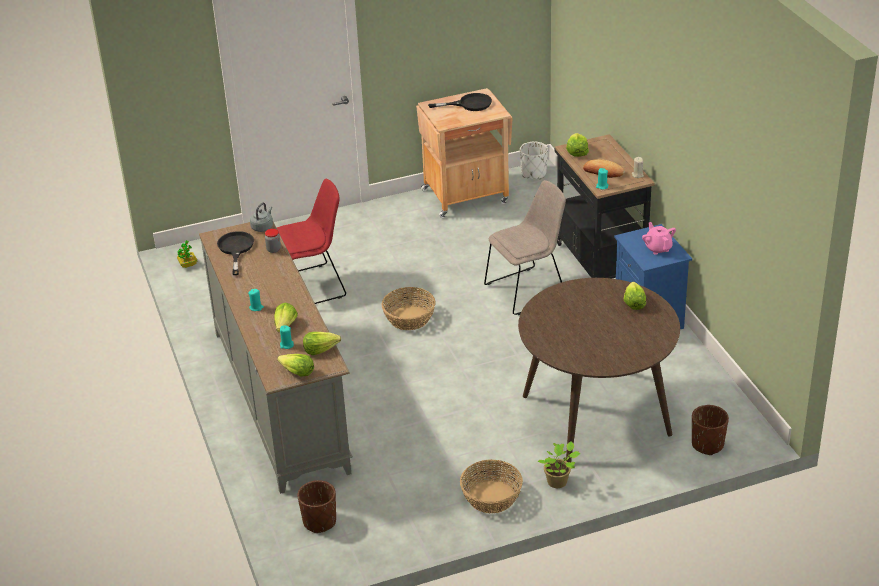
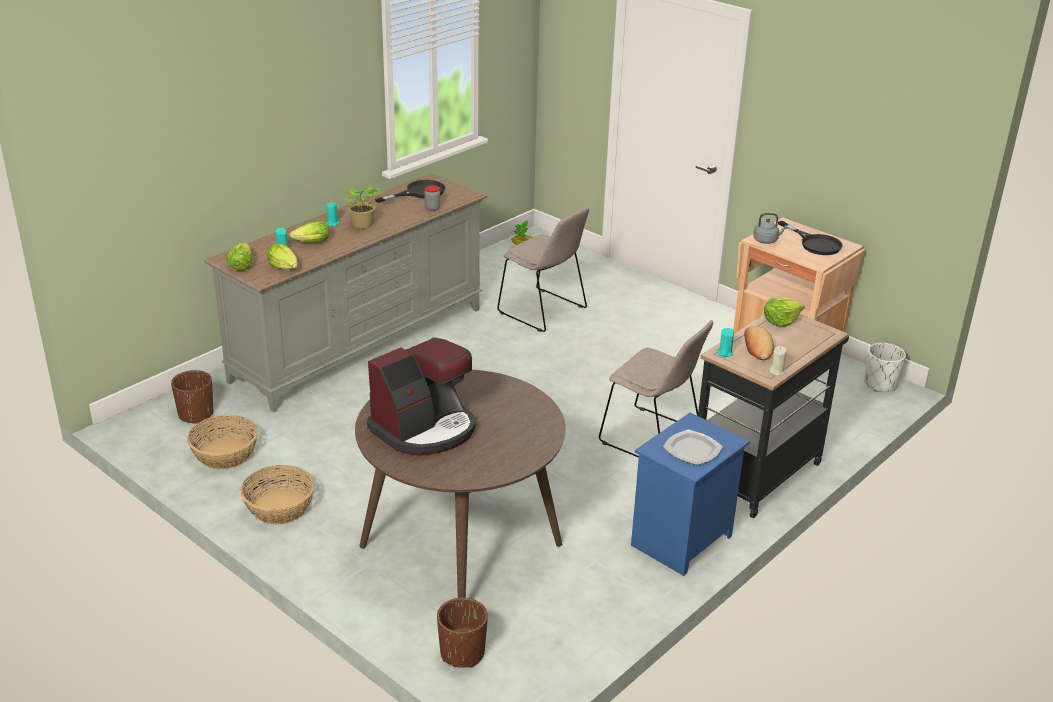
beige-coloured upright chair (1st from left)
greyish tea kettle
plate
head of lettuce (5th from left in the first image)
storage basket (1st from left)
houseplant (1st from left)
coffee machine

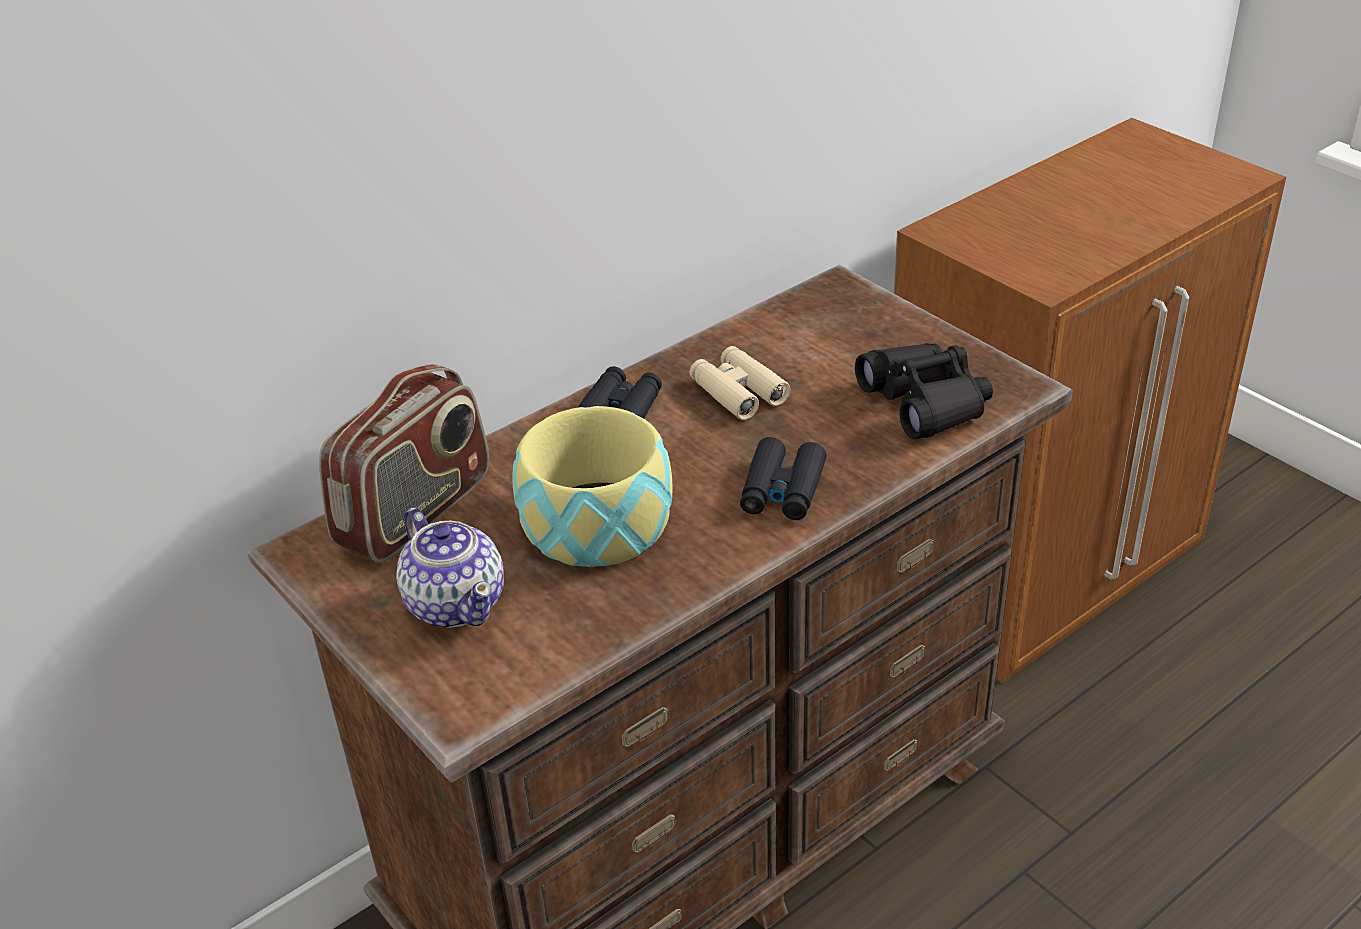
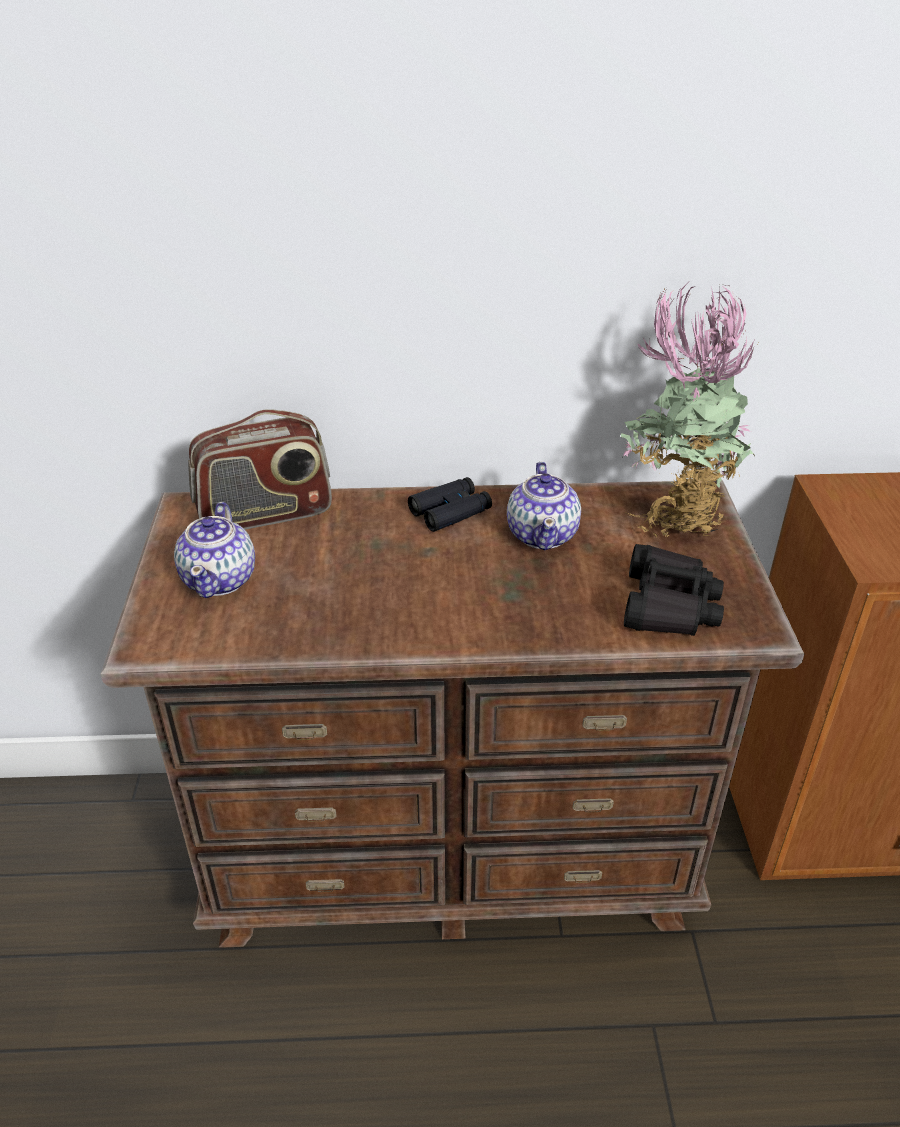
tea pot (2nd from left)
serving bowl
blackish binoculars (2nd from left in the first image)
houseplant

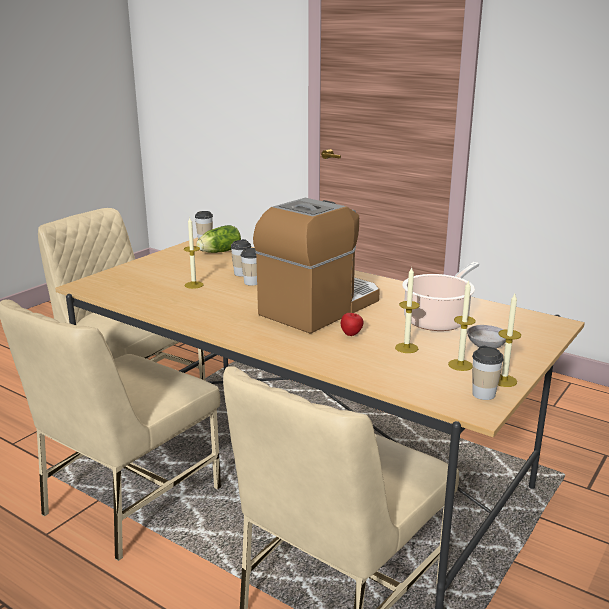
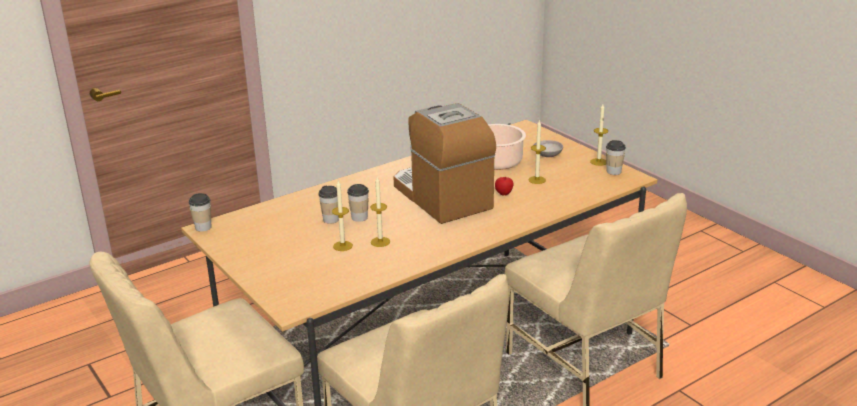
head of lettuce
candle (2nd from left)

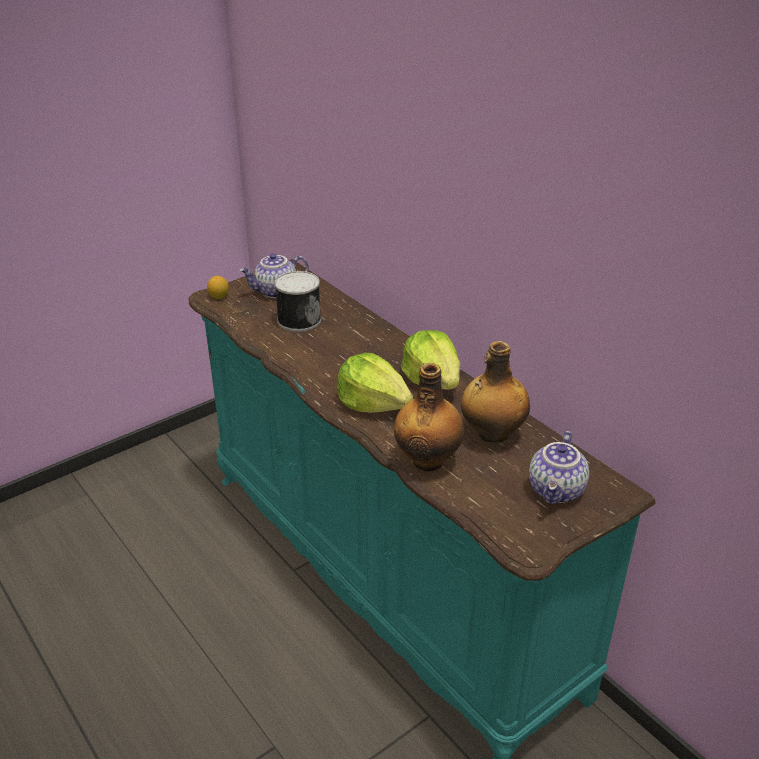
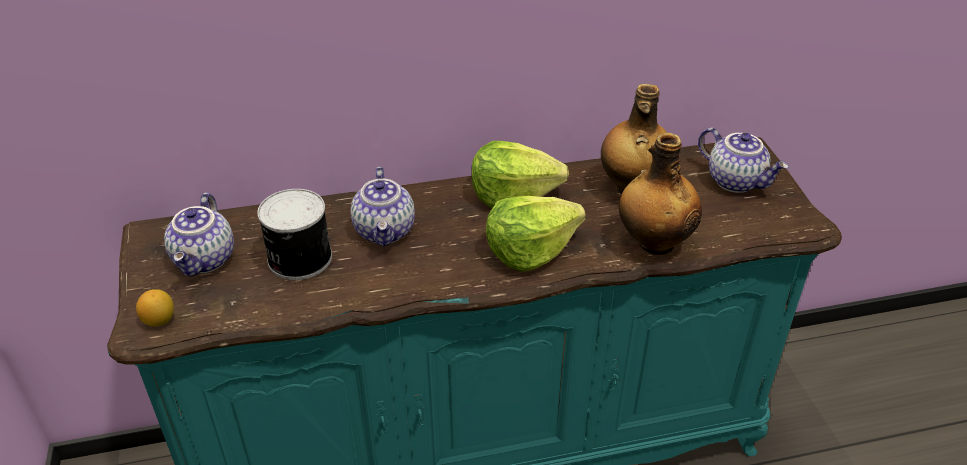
tea pot (2nd from left)

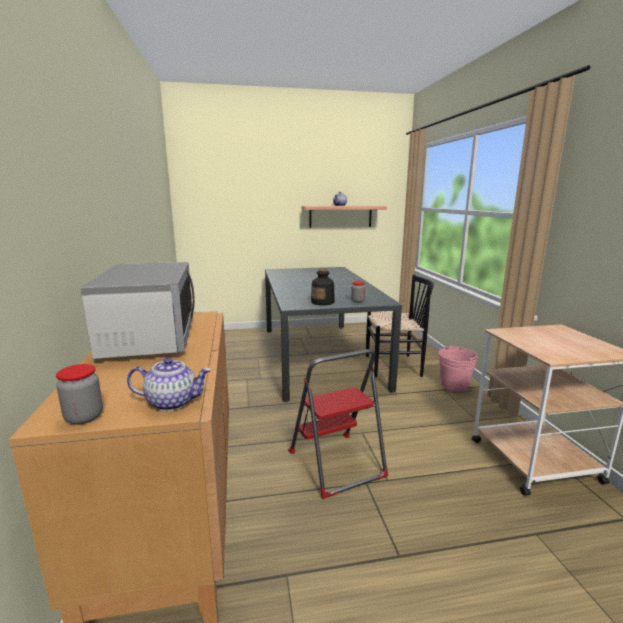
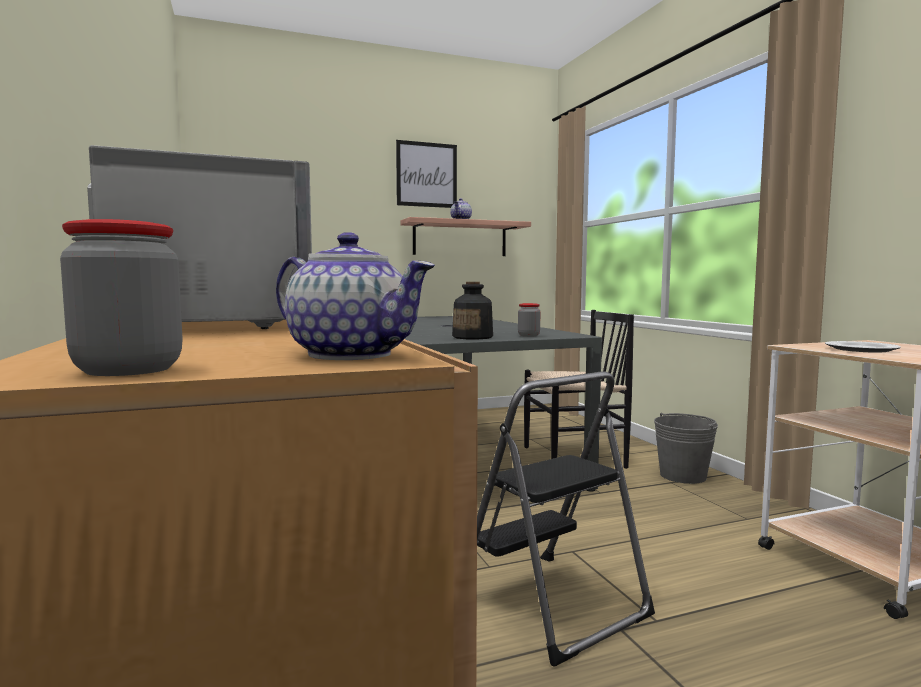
greyish pail
blackish step stool
tea pot (1st from left)
wall art
plate

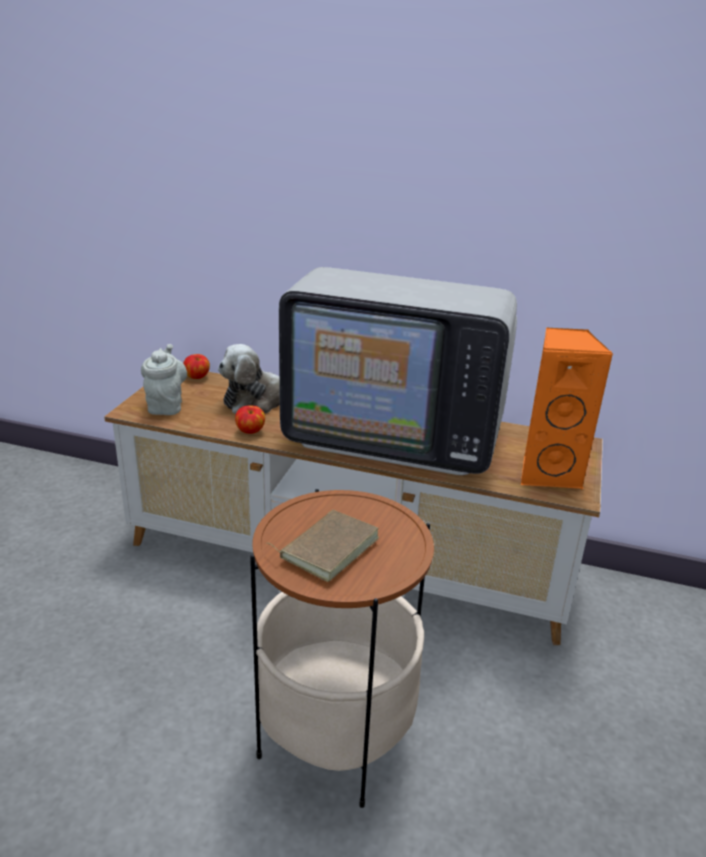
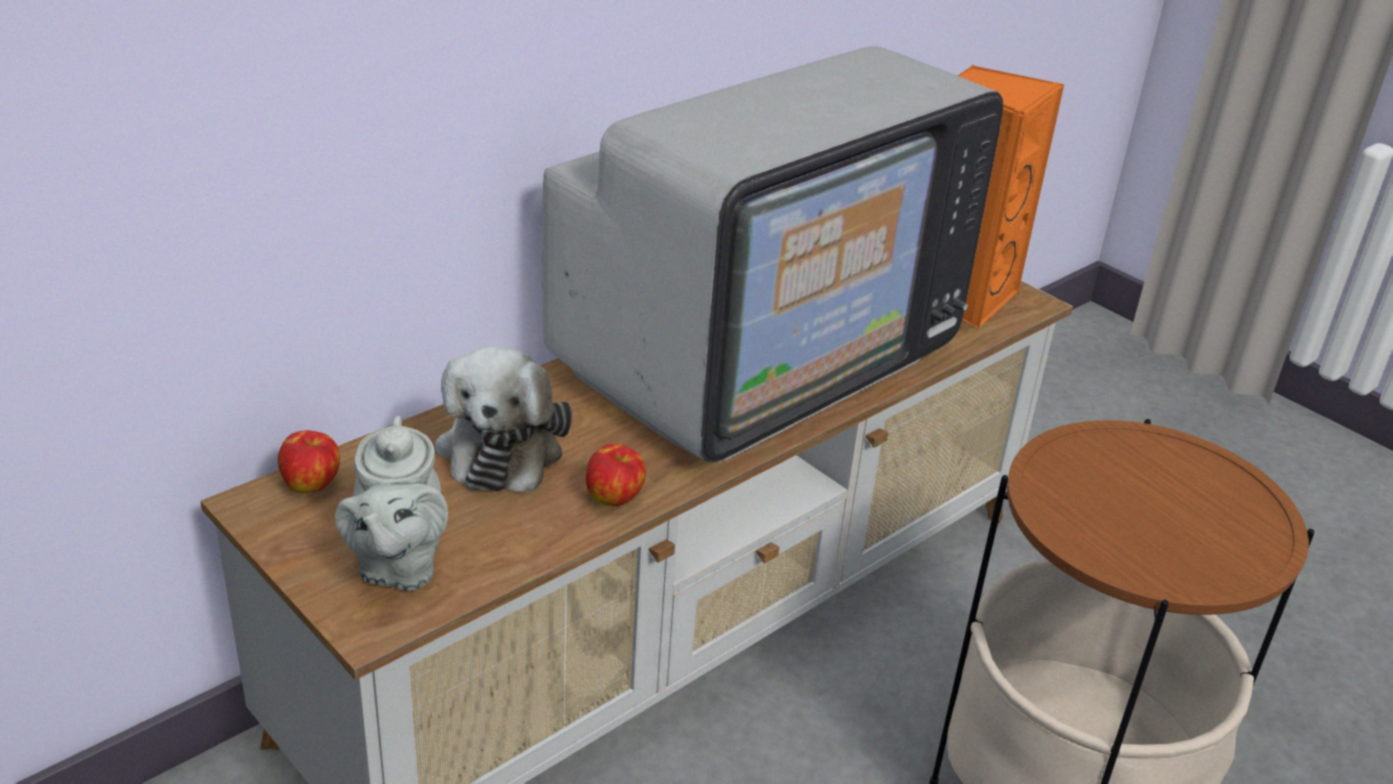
greyish tea pot
brown-coloured volume

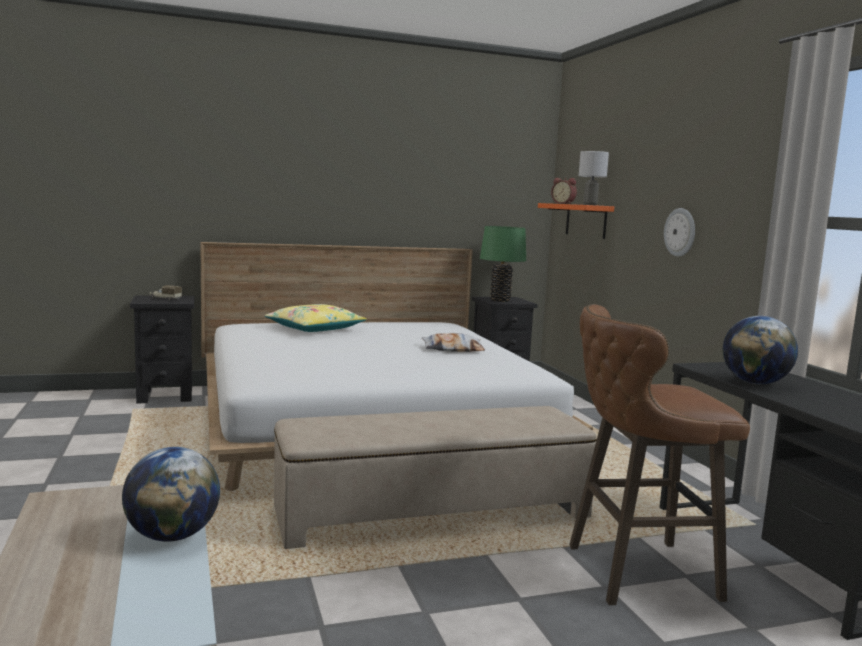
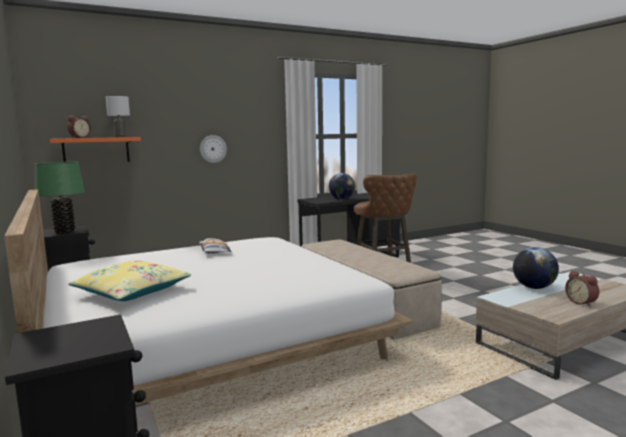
toy lorry
table clock (2nd from left)

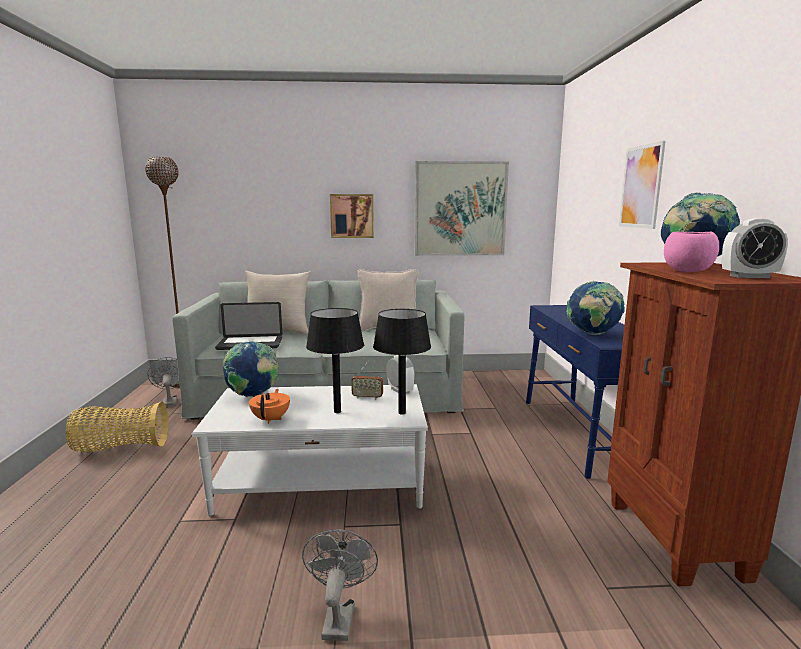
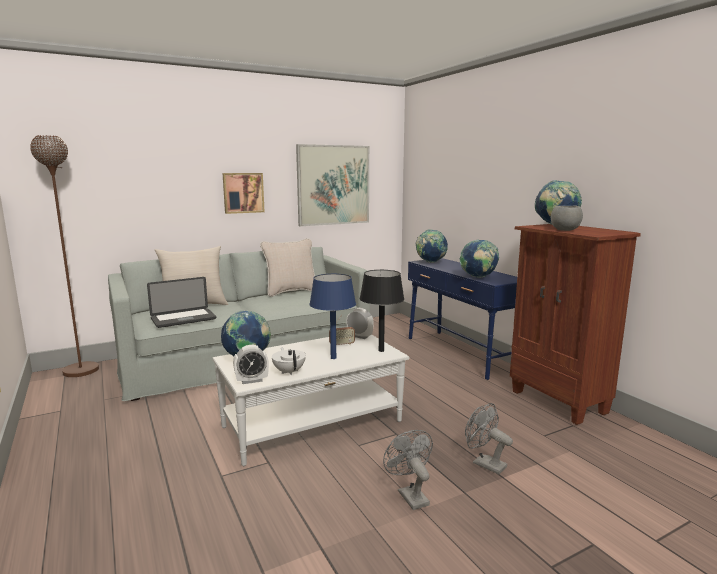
wall art (3rd from left in the first image)
table clock (1st from left)
greyish serving bowl
bluish table lamp
greyish fan (2nd from left)
white-coloured tea pot
storage basket
world globe (2nd from left)

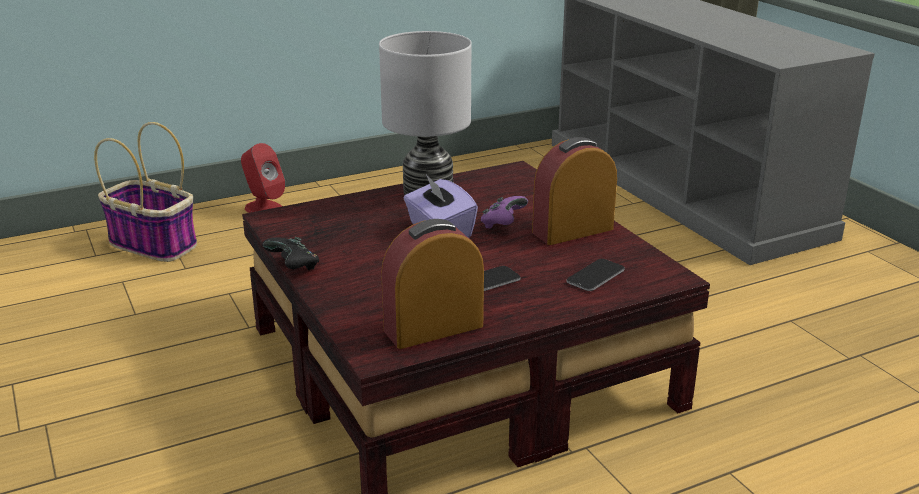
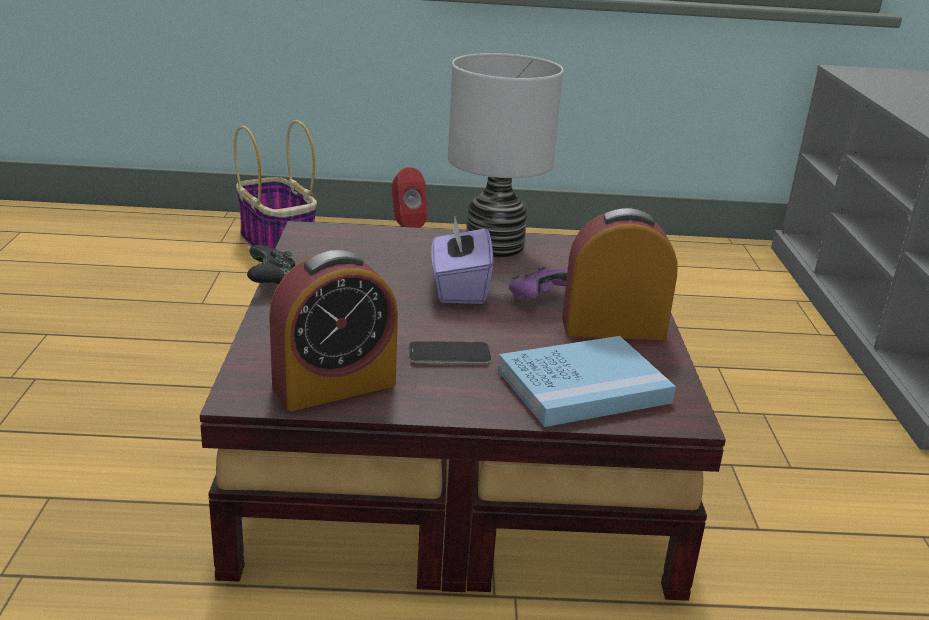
table clock (1st from left)
bluish volume

